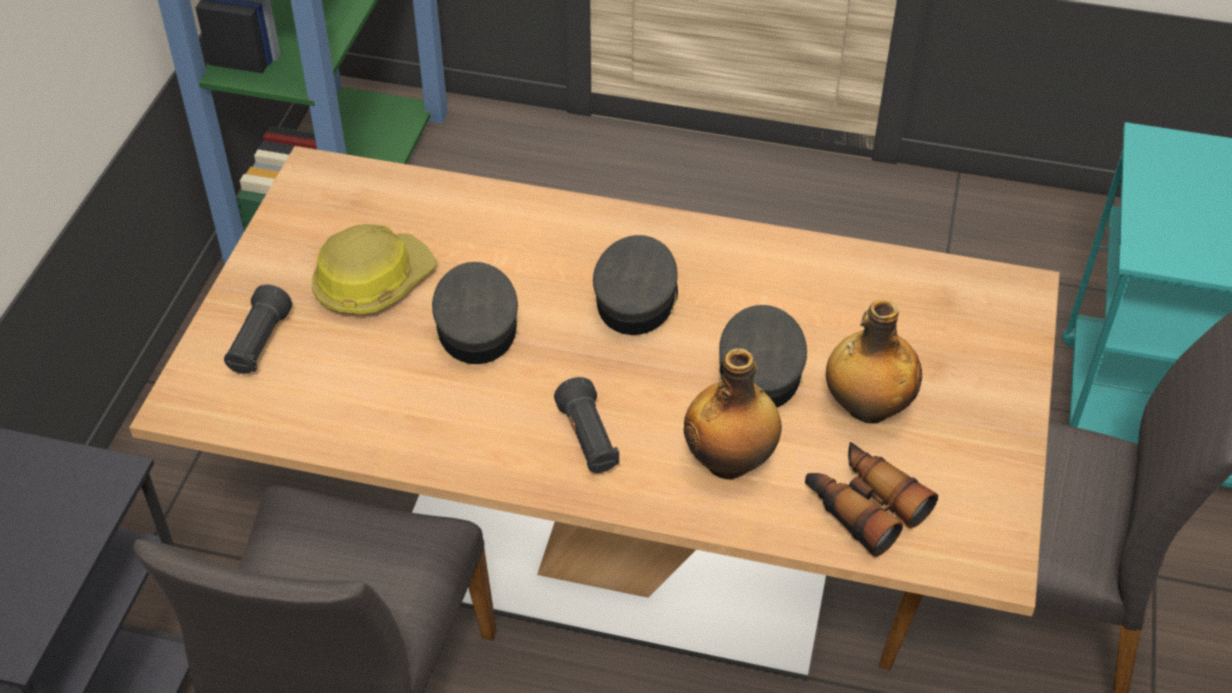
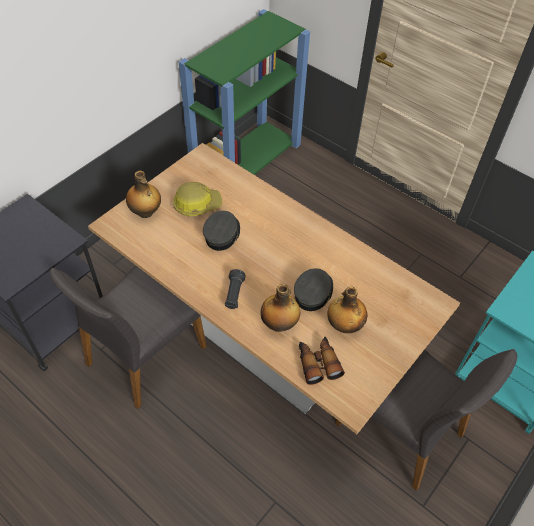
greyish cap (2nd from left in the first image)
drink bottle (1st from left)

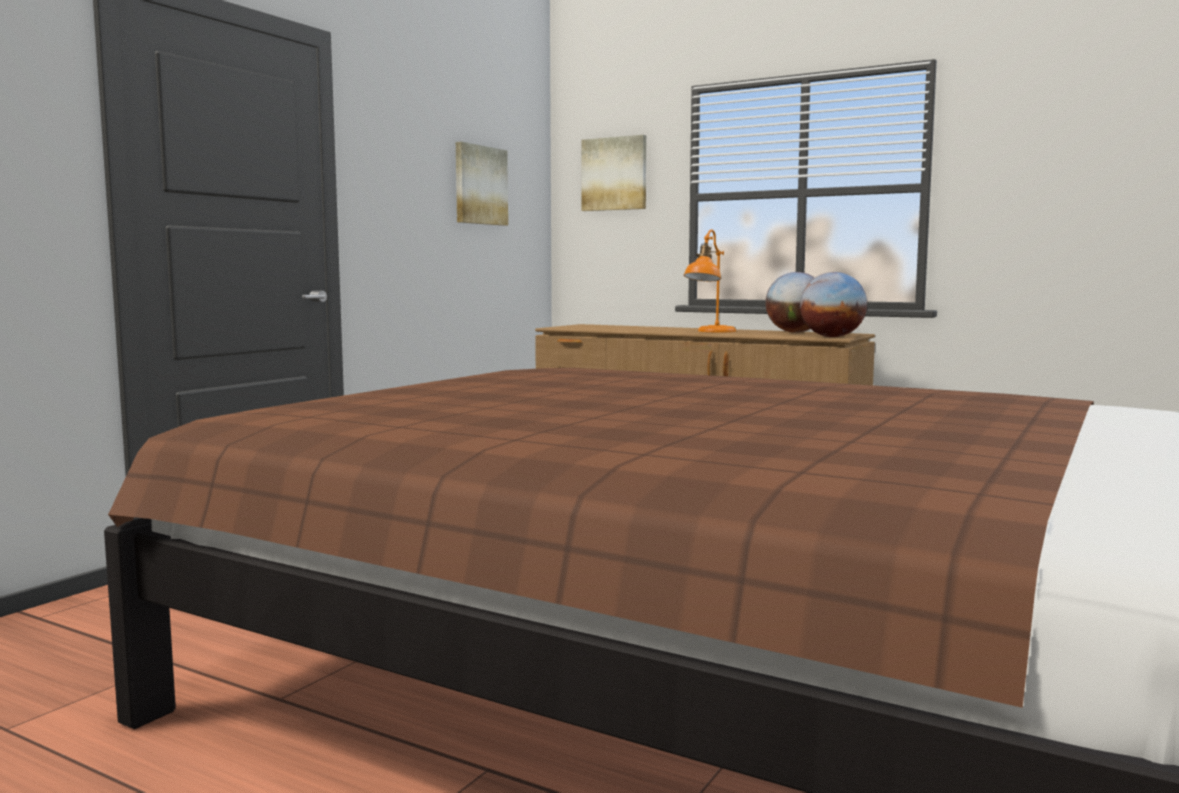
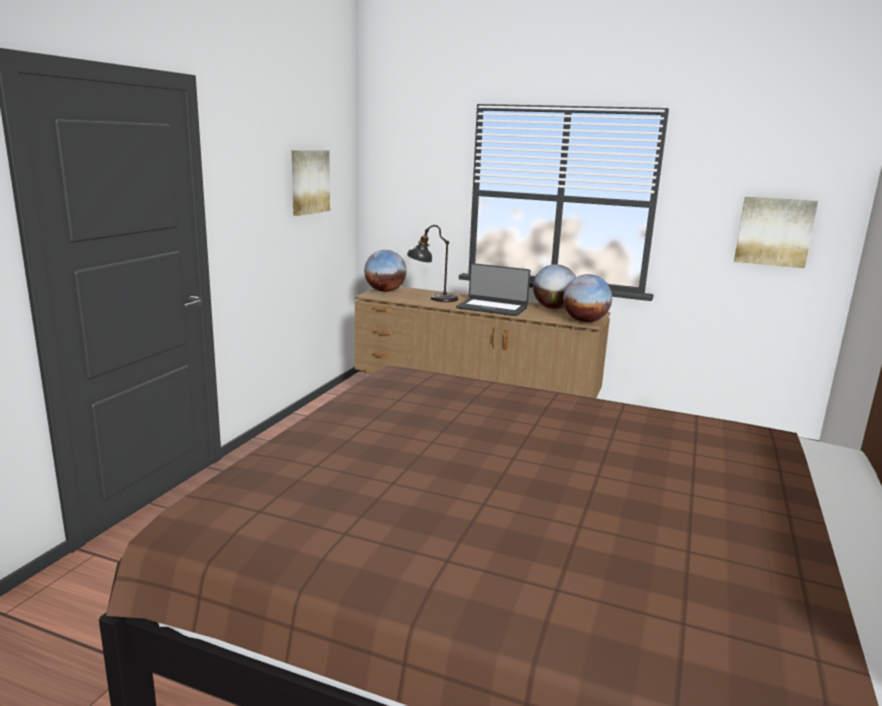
wall art (2nd from left)
laptop
greyish table lamp
world globe (1st from left)

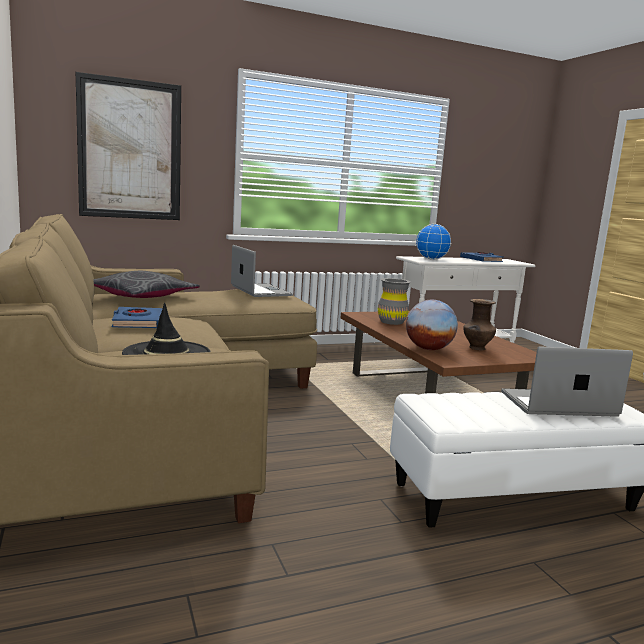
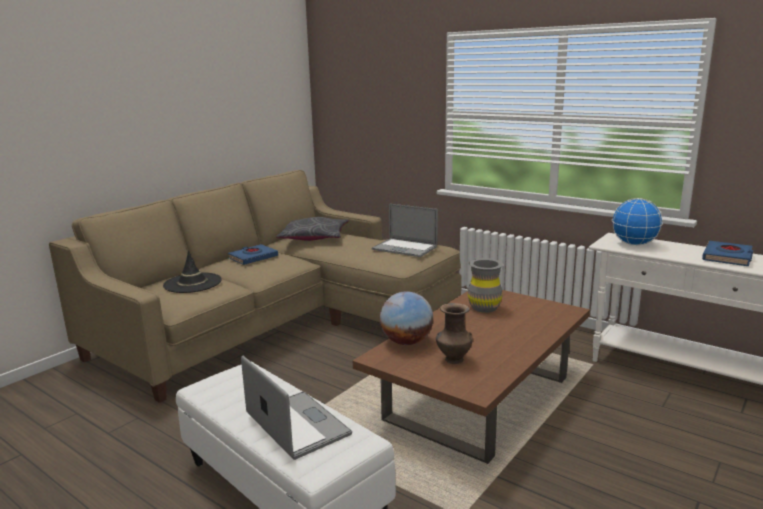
wall art
laptop (2nd from left)

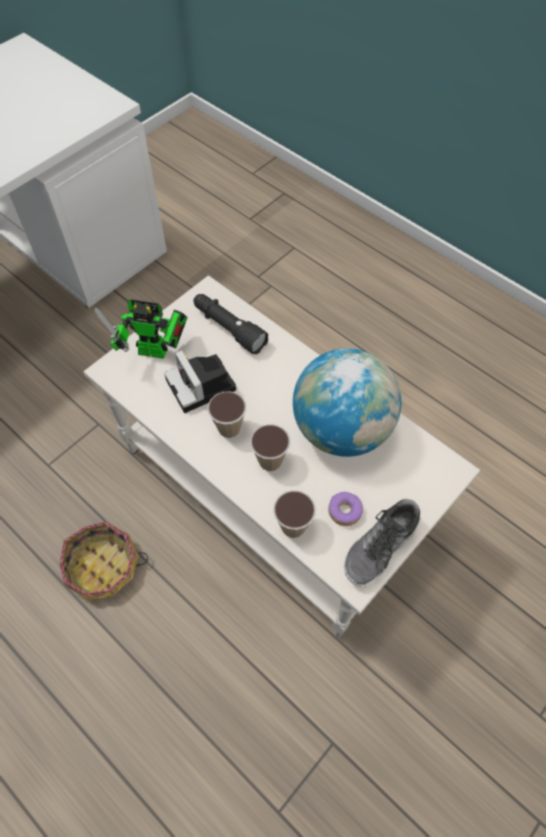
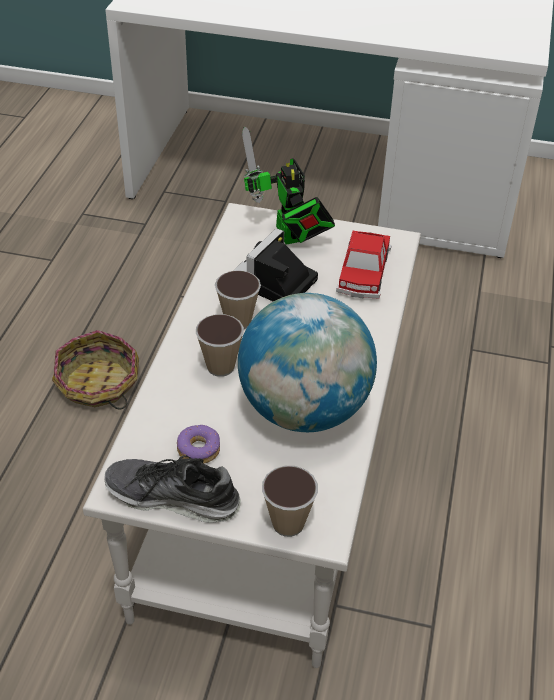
toy car
drinking cup (3rd from left)

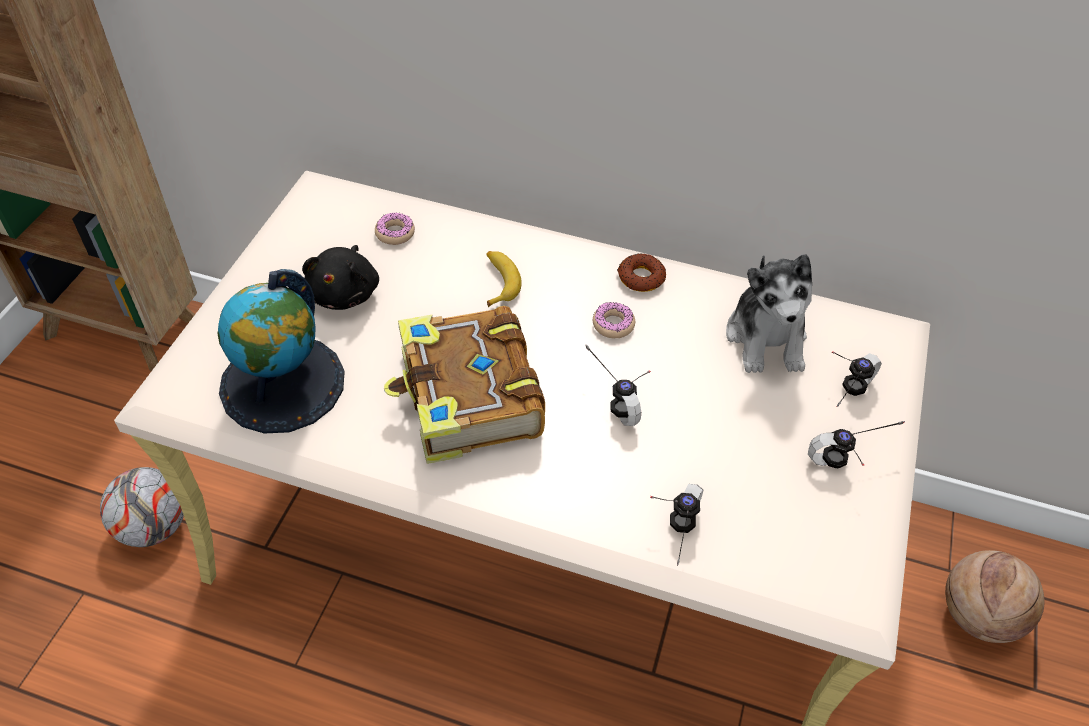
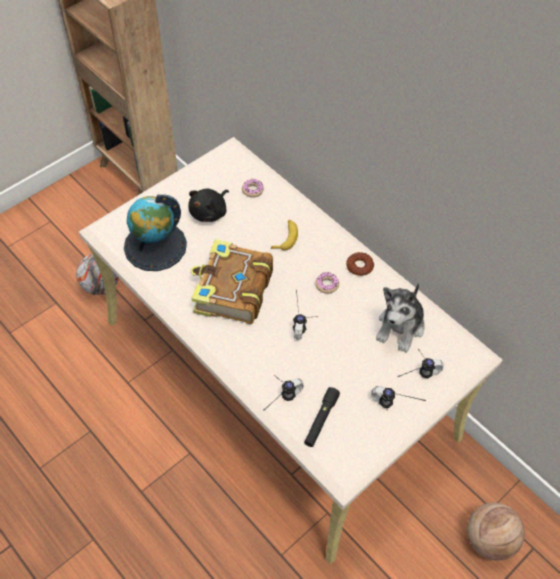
blackish torch

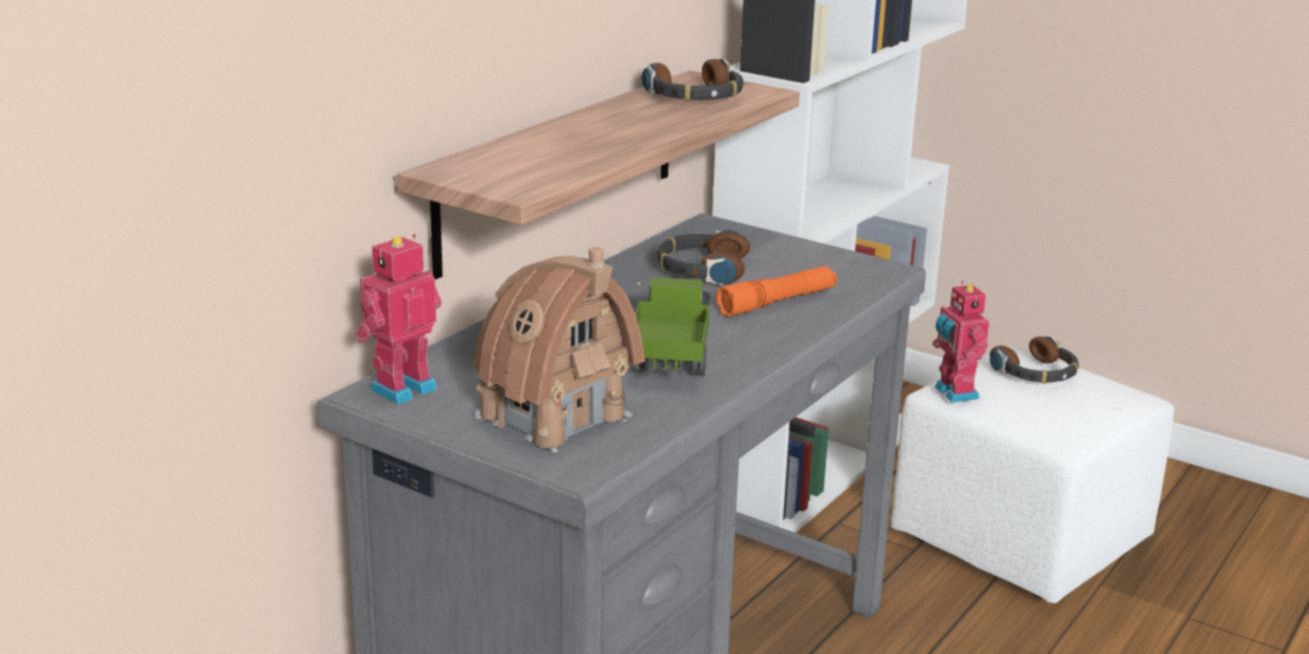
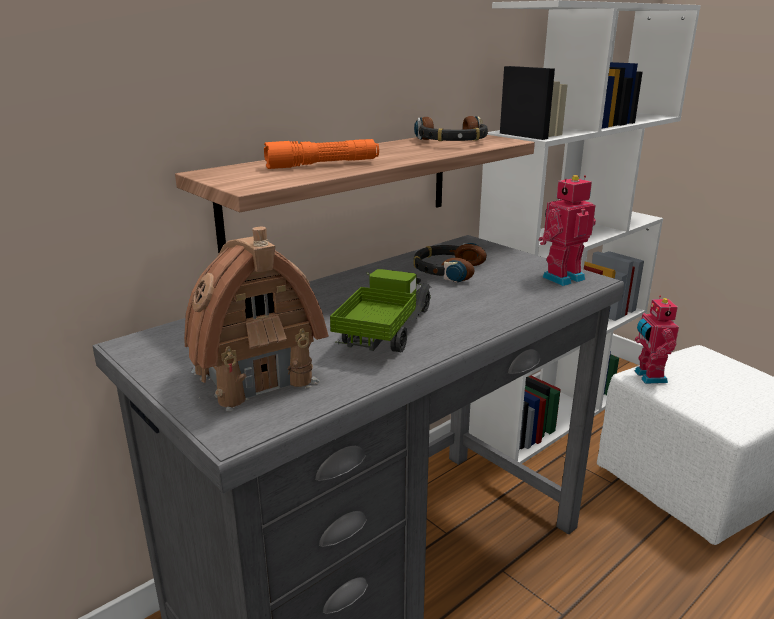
toy robot (1st from left)
orange torch
headset (3rd from left in the first image)

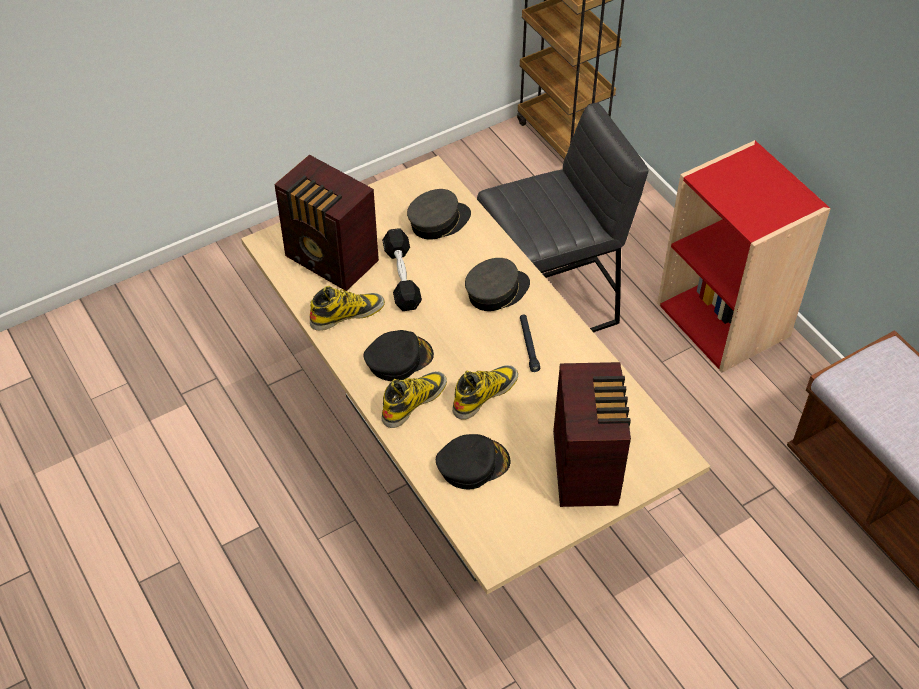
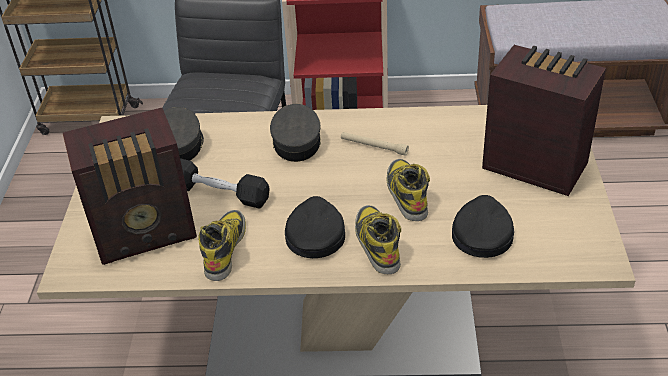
beige-coloured torch

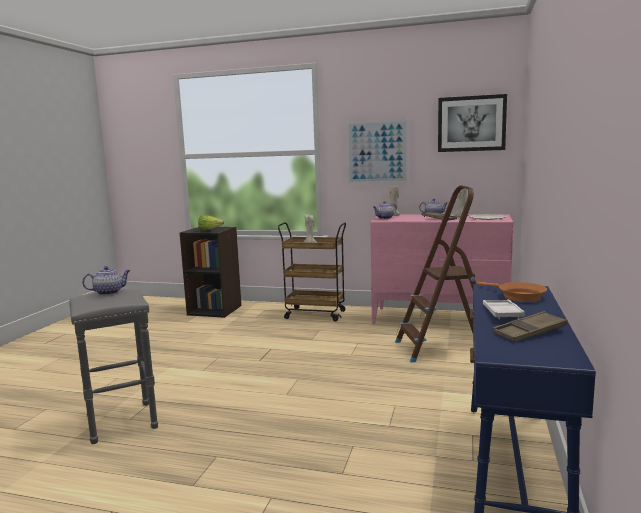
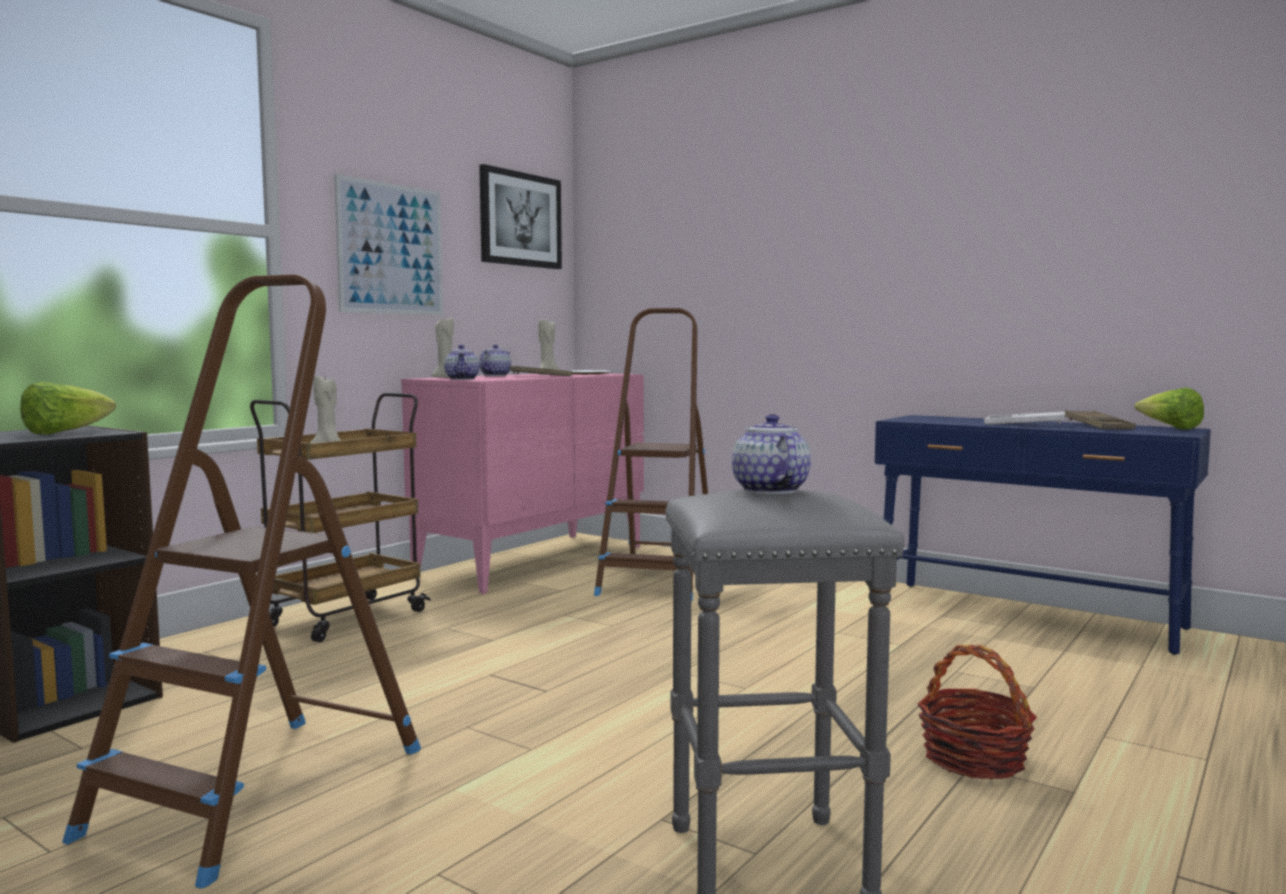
orange skillet
brown-coloured step stool (1st from left)
head of lettuce (2nd from left)
storage basket

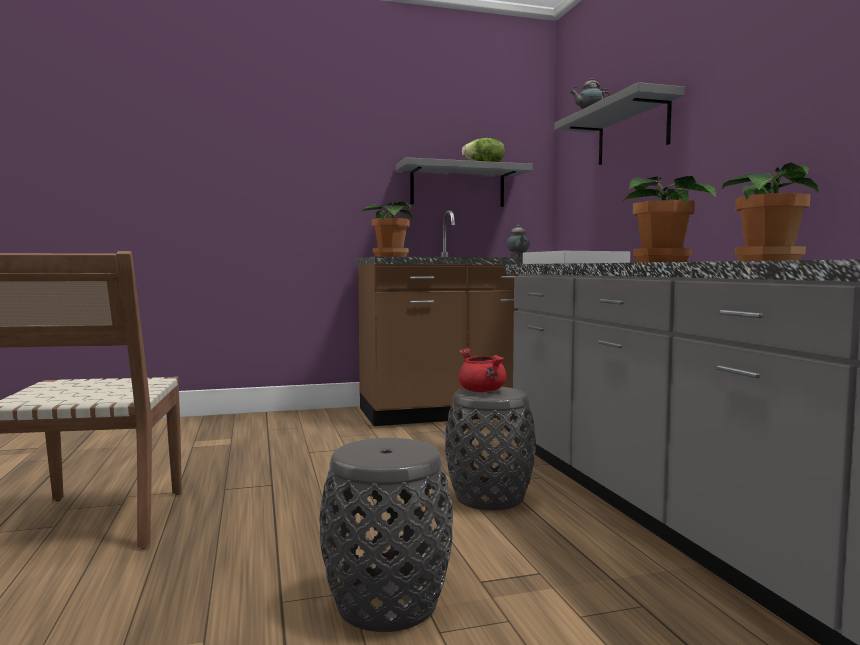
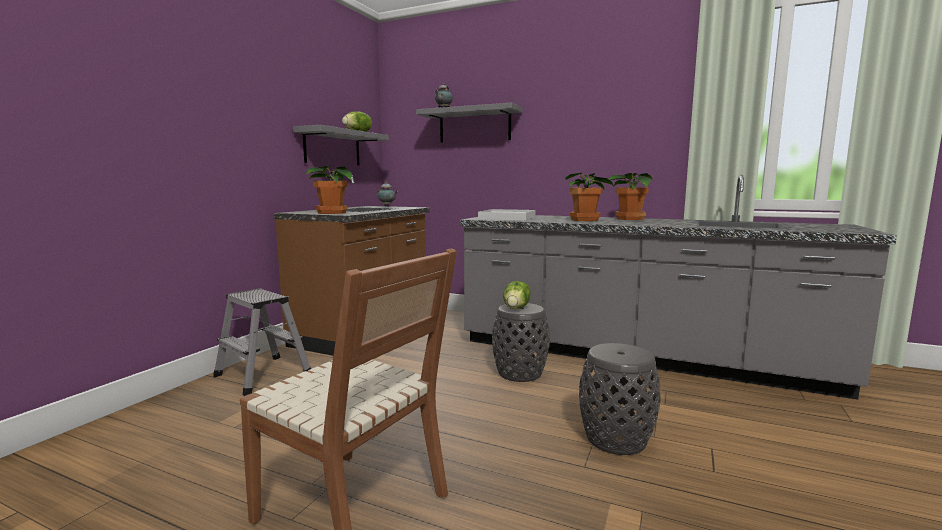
head of lettuce (2nd from left)
greyish step stool

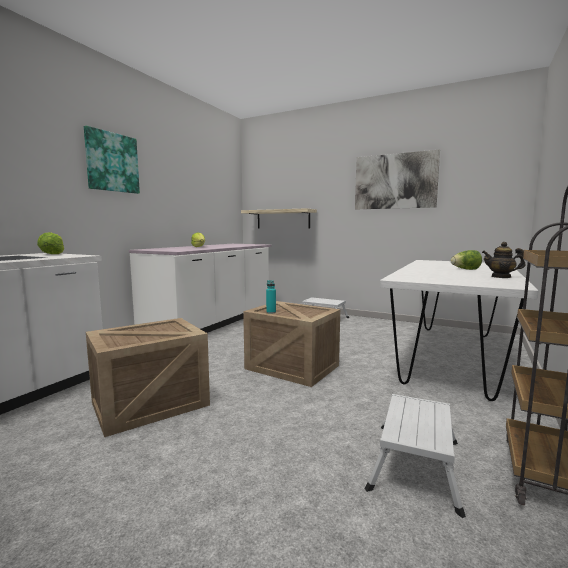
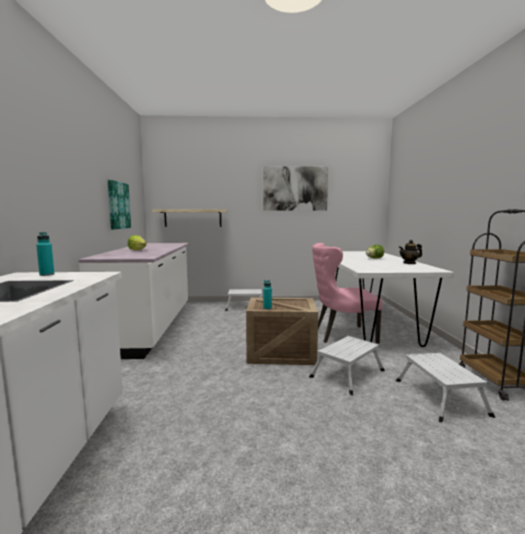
wall art (1st from left)
turquoise drink bottle (1st from left)
packing crate (1st from left in the first image)
pink-coloured upright chair
white-coloured step stool (2nd from left)

